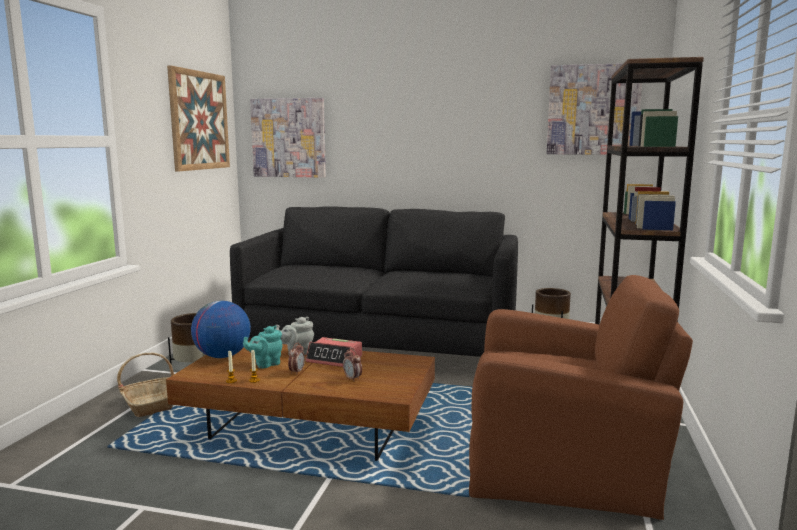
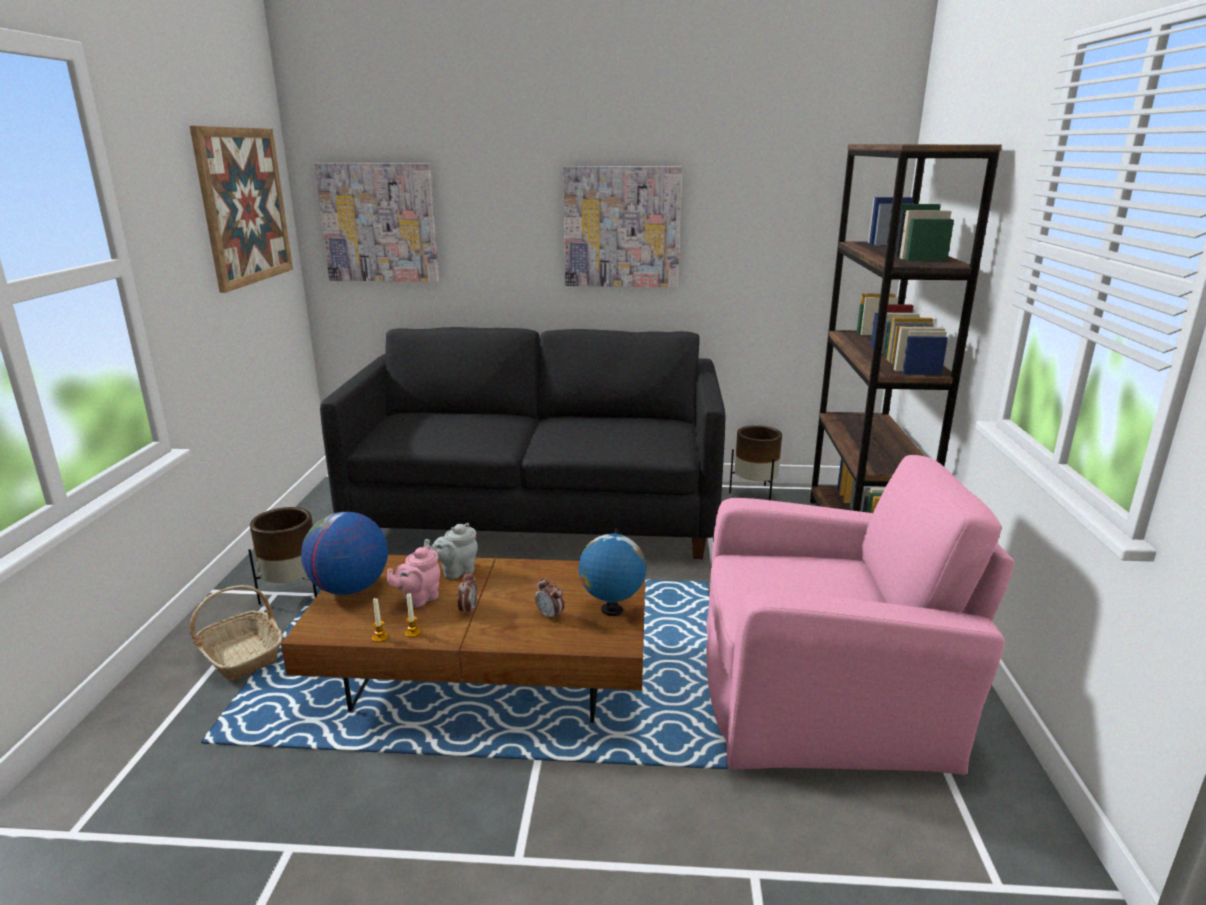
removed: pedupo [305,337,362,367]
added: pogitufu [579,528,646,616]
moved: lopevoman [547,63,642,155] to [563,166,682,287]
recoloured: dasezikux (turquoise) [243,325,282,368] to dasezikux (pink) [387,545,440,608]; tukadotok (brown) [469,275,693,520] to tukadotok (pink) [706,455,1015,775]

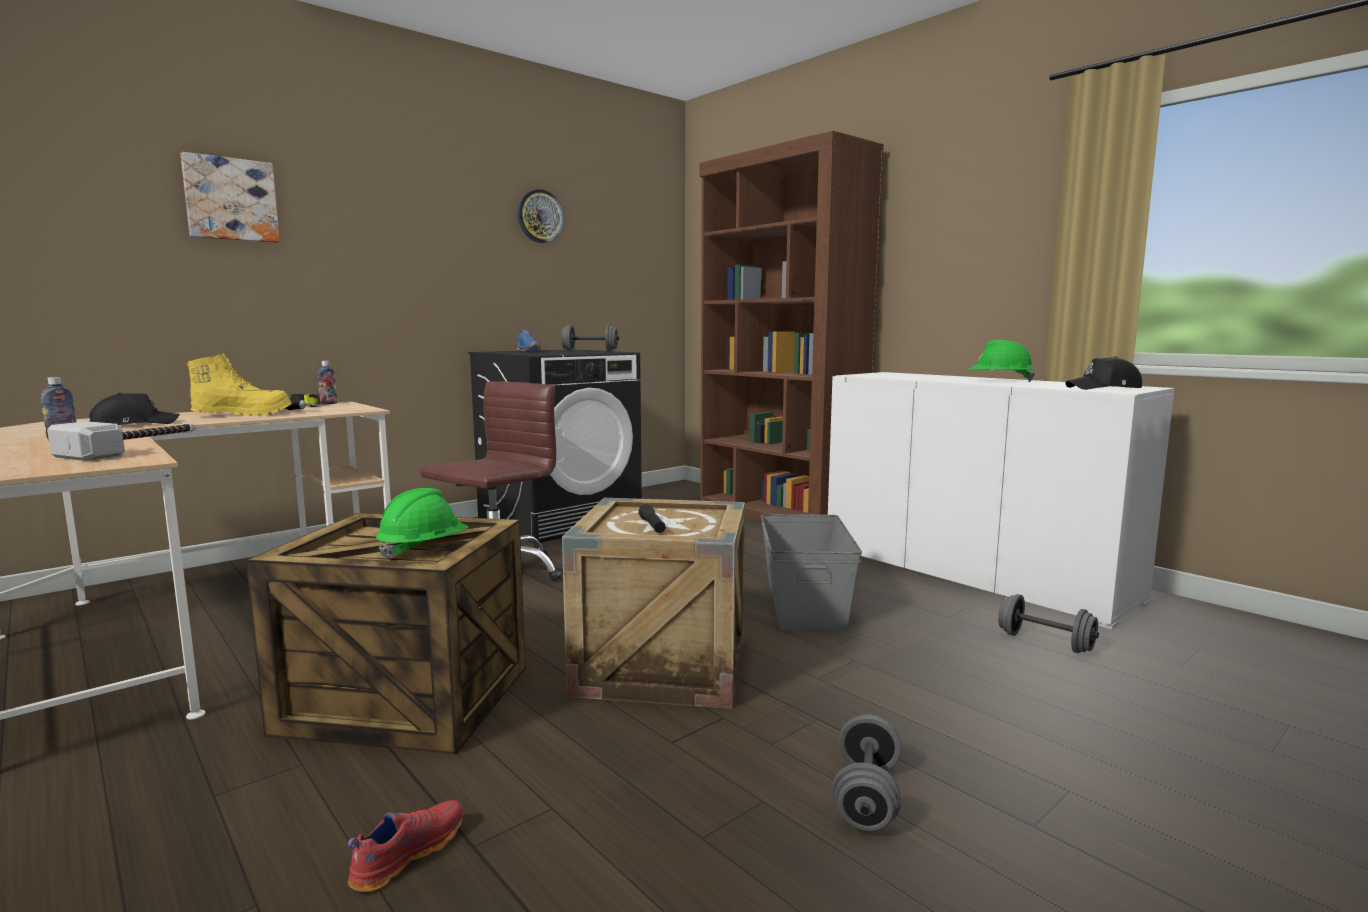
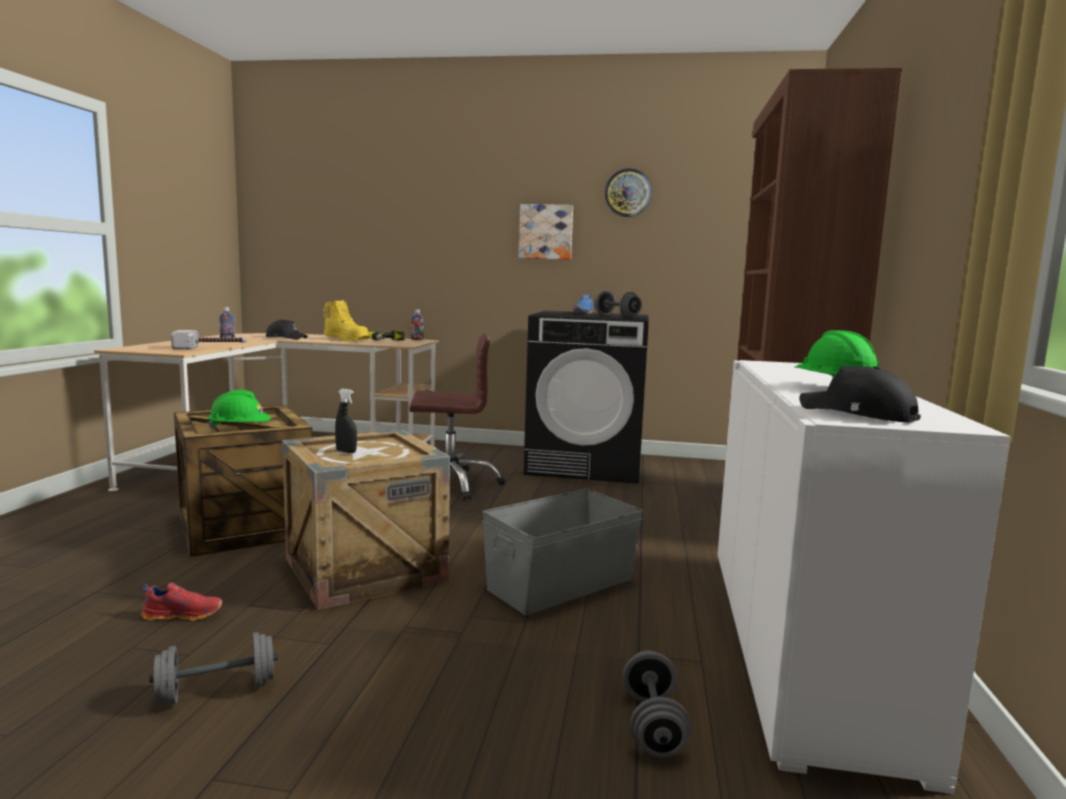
moved: lopevoman [181,152,280,243] to [519,204,573,260]; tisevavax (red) [348,800,463,892] to [141,582,223,621]
replaced: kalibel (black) [638,504,666,533] to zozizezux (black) [335,389,357,453]

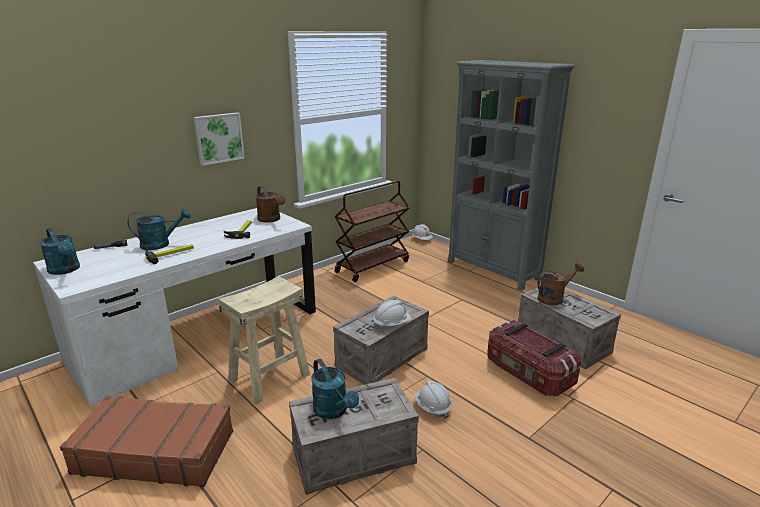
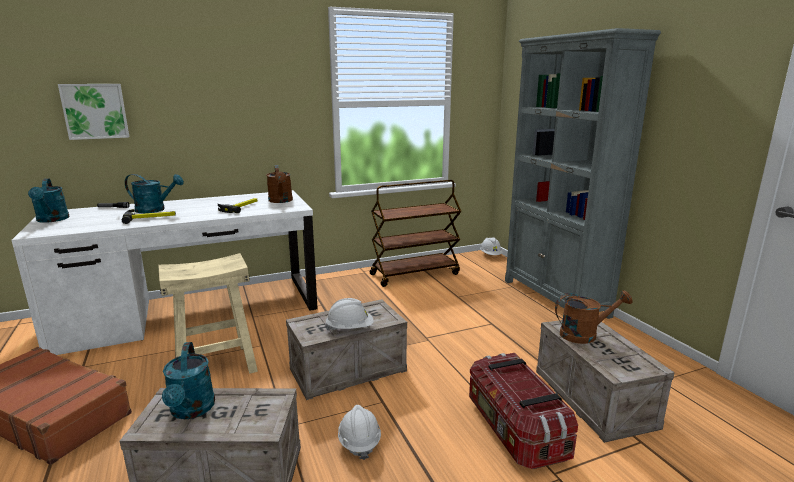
moved: lopevoman [194,113,245,166] to [58,84,129,140]

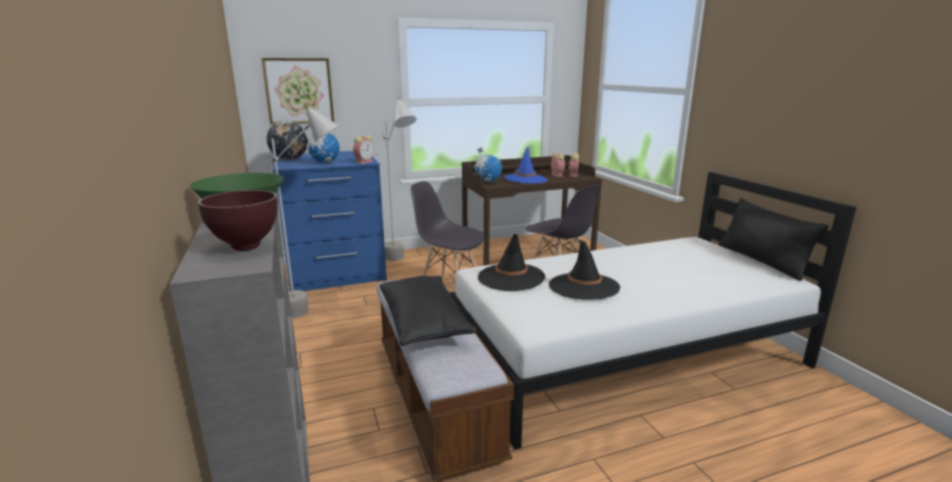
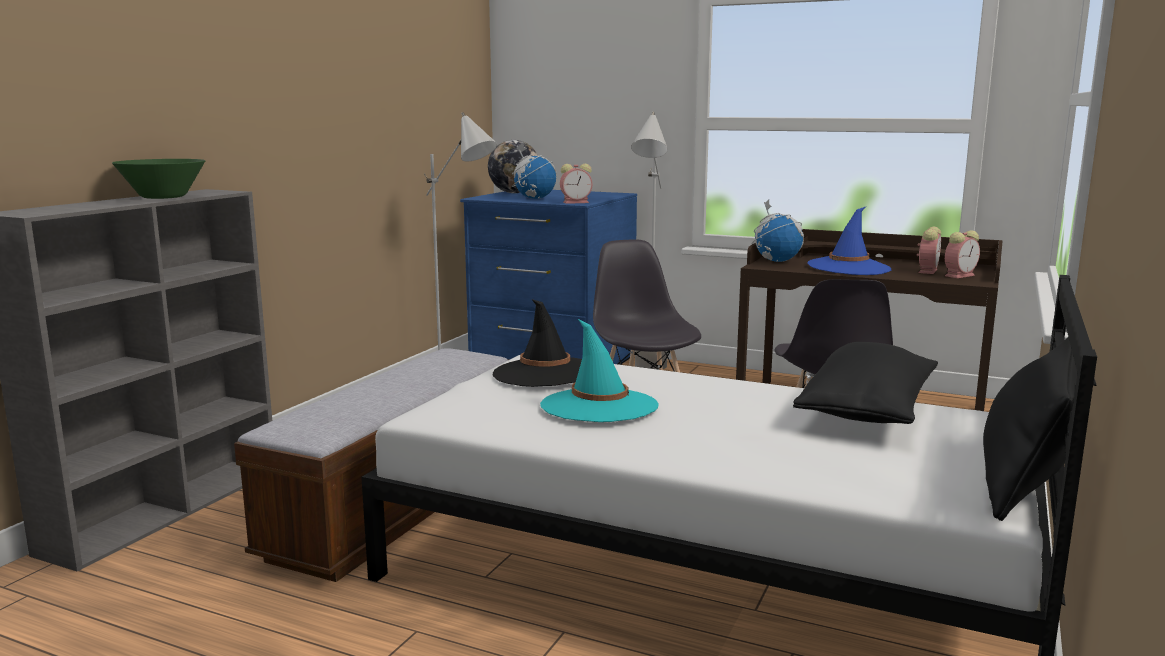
removed: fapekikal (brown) [198,190,278,251]; lopevoman [261,58,334,125]
moved: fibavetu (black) [379,276,477,346] to [793,342,938,424]
recoloured: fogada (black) [549,239,620,300] to fogada (turquoise) [540,319,659,422]

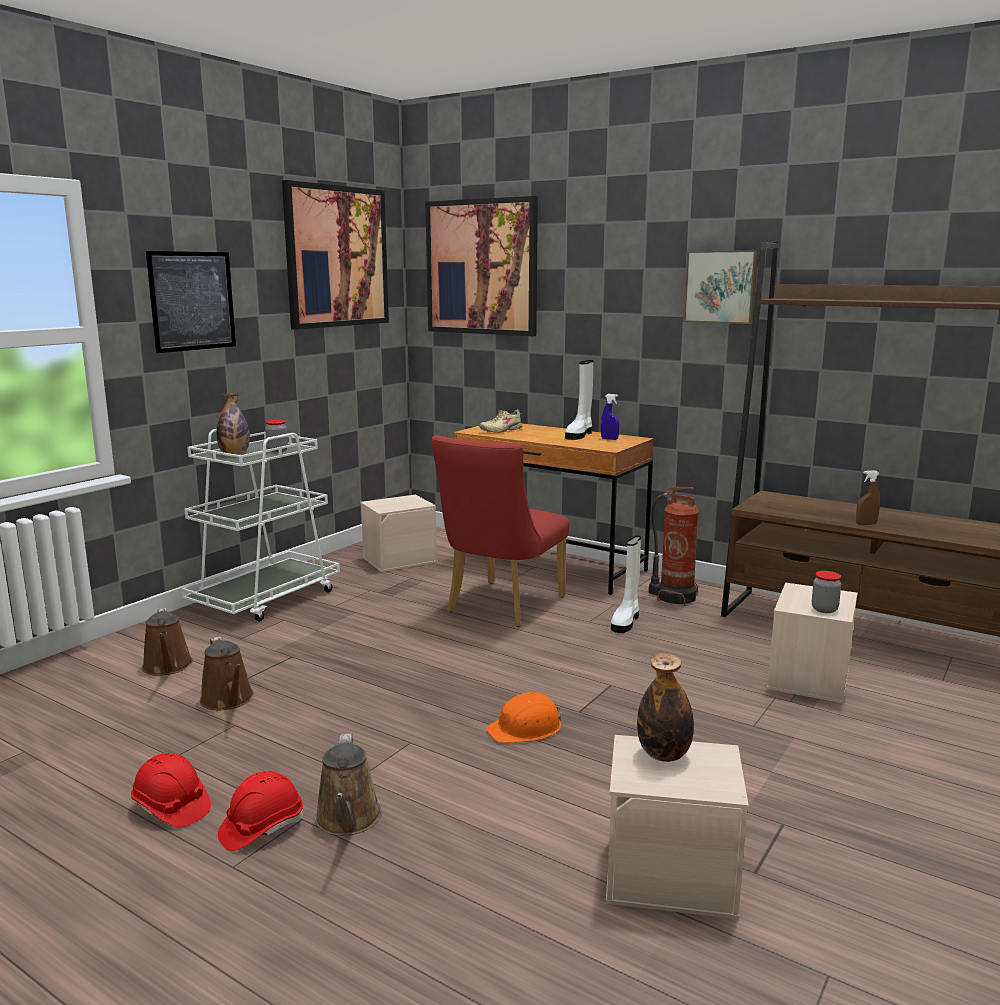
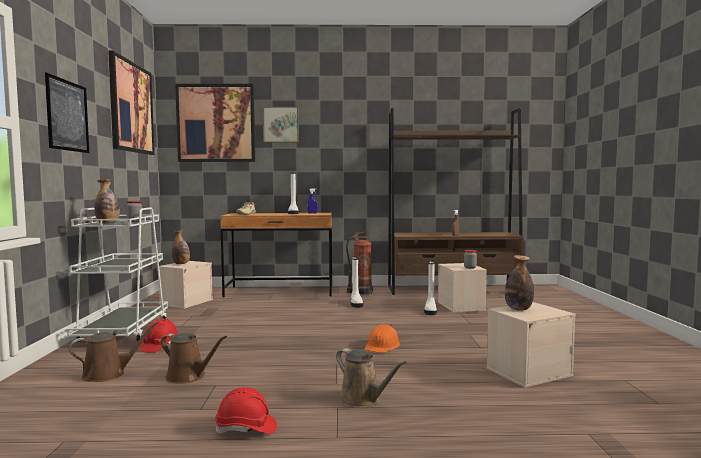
removed: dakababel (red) [431,436,570,627]
added: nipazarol [172,230,190,264]; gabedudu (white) [424,260,437,315]
moved: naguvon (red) [218,771,303,851] to [140,319,178,353]; lopevoman [683,250,759,324] to [263,107,299,143]
turned: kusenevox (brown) [142,608,193,676] = [69,321,159,382] 60 degrees counterclockwise

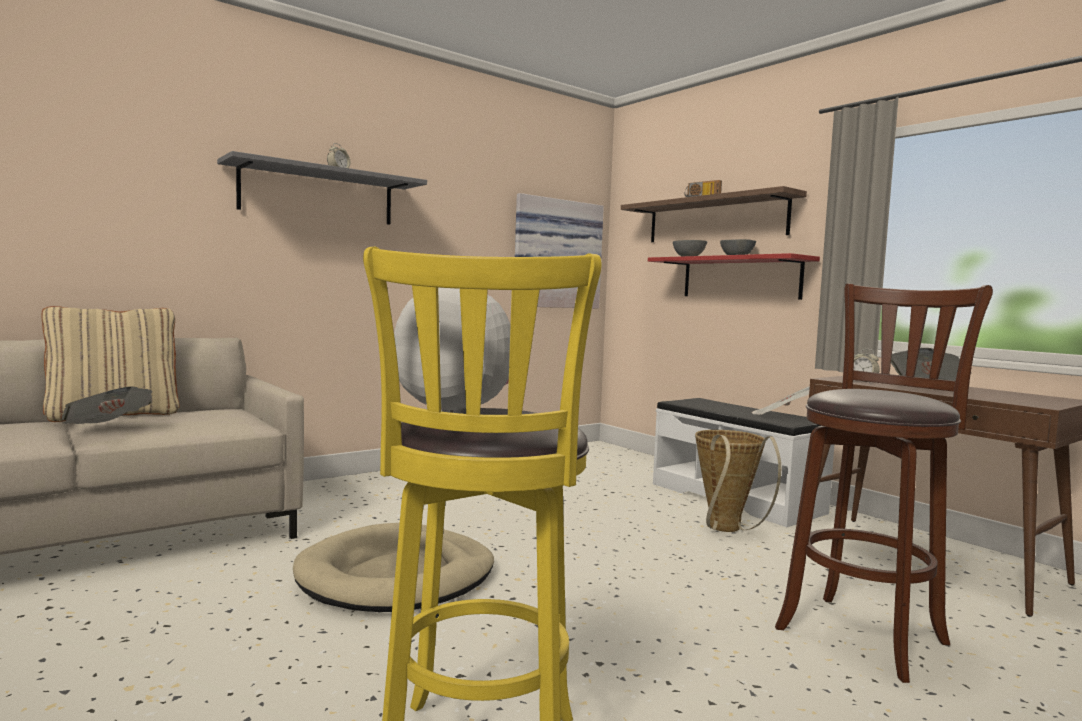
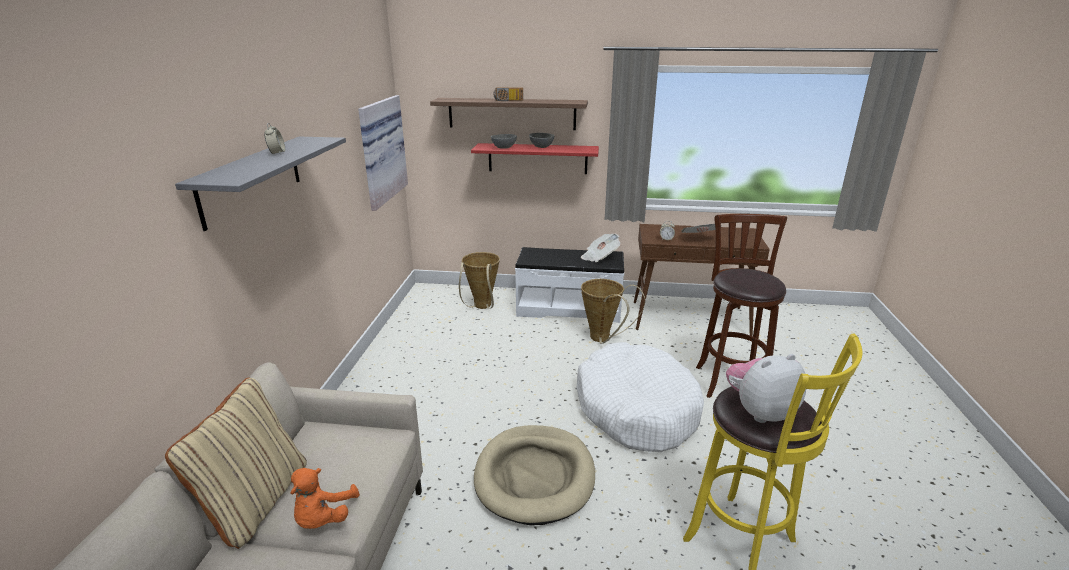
added: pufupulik [459,252,500,309]; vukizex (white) [577,342,704,452]
replaced: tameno [62,386,152,424] to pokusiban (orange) [290,468,360,529]

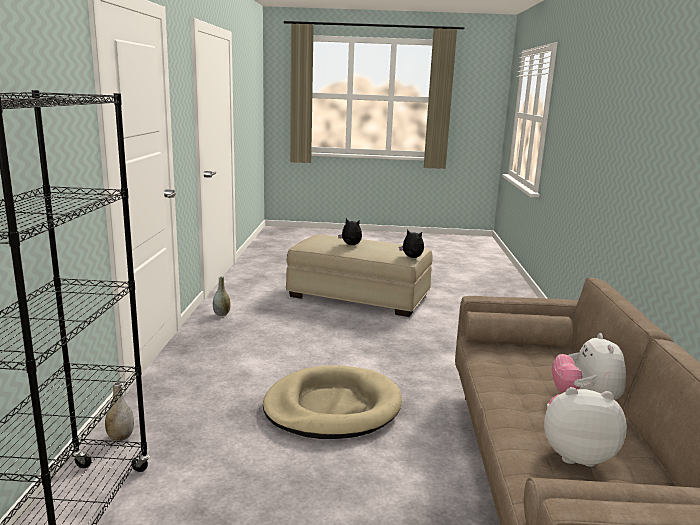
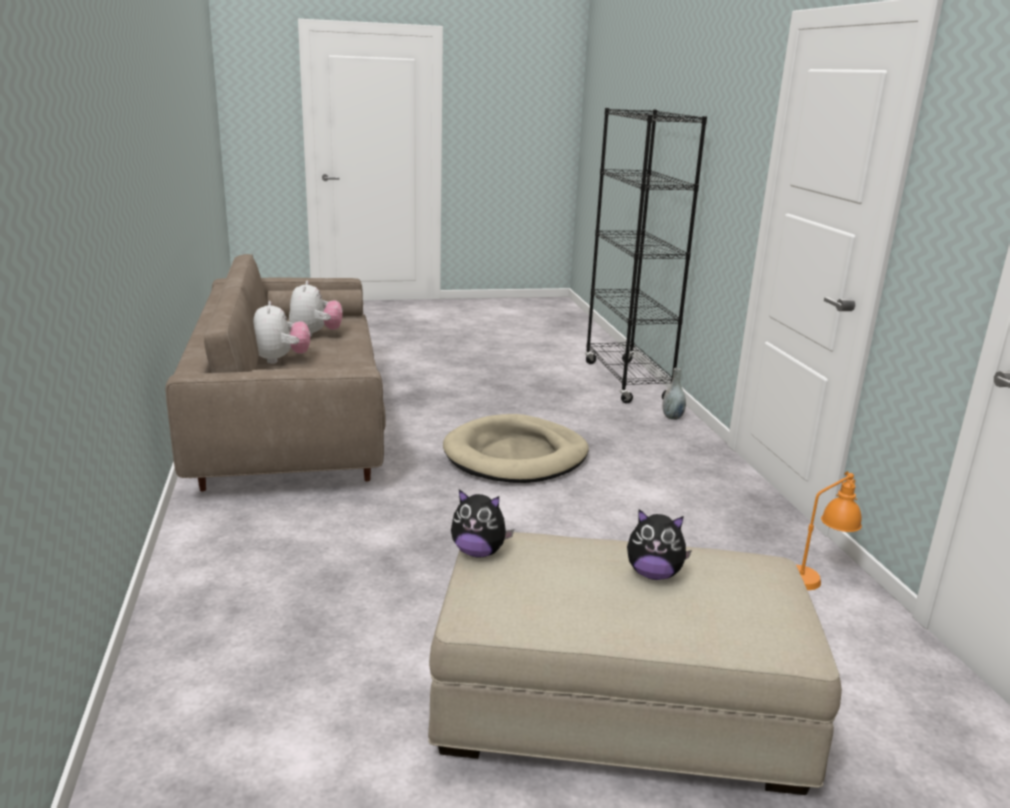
replaced: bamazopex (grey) [213,276,231,316] to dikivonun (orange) [796,471,862,590]
turned: pokusiban [544,387,627,467] = [289,280,342,337] 90 degrees counterclockwise

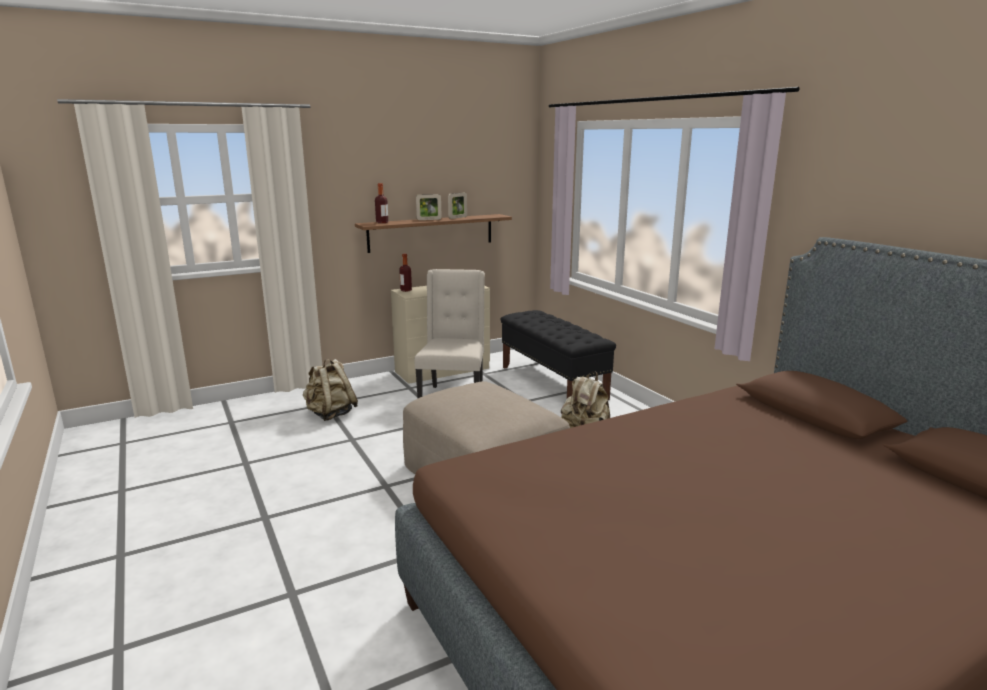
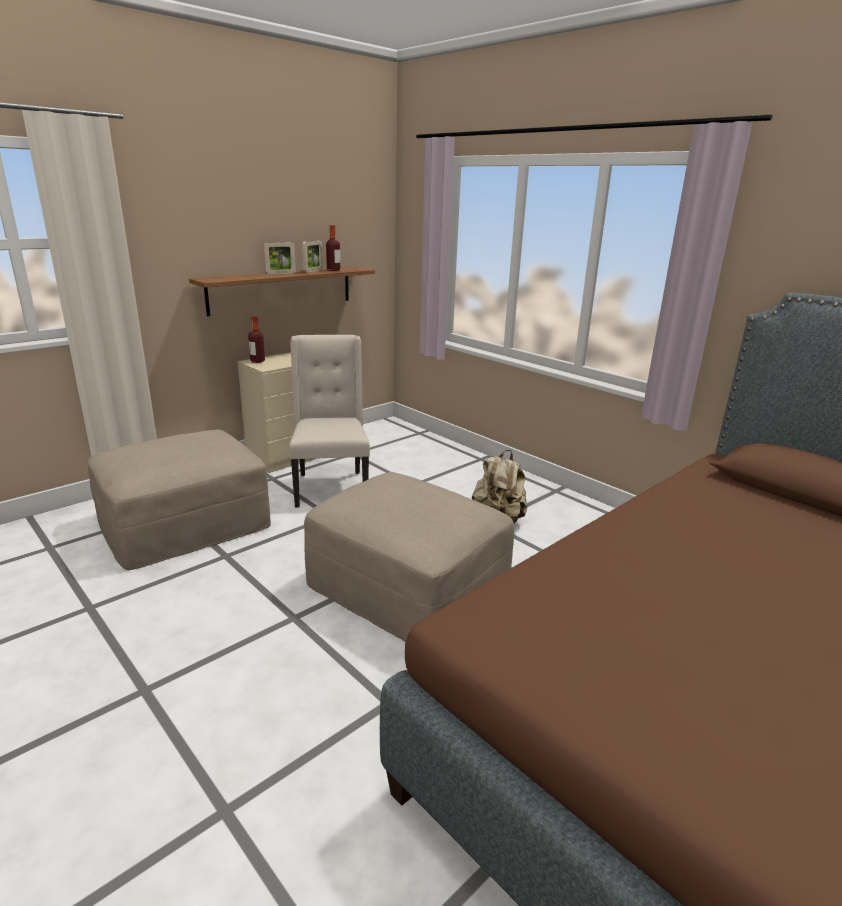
removed: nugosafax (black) [501,310,616,400]
moved: nipazarol [375,183,388,223] to [326,225,340,271]
replaced: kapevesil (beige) [303,359,358,421] to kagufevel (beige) [88,430,271,570]

